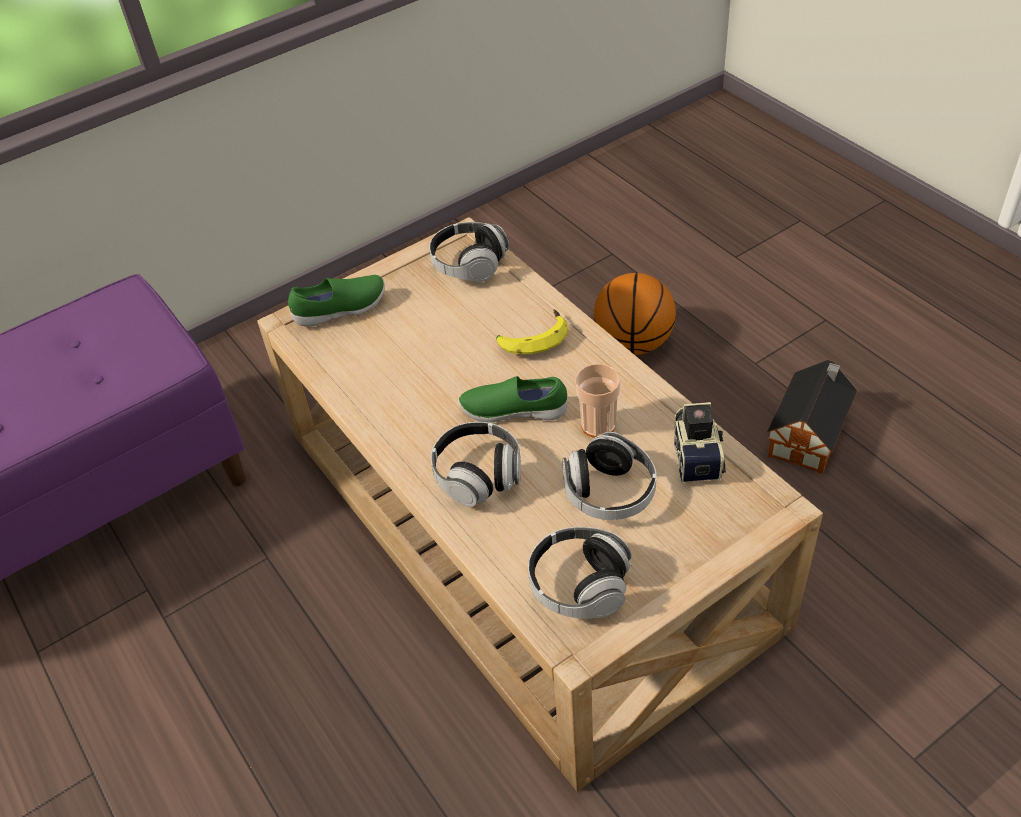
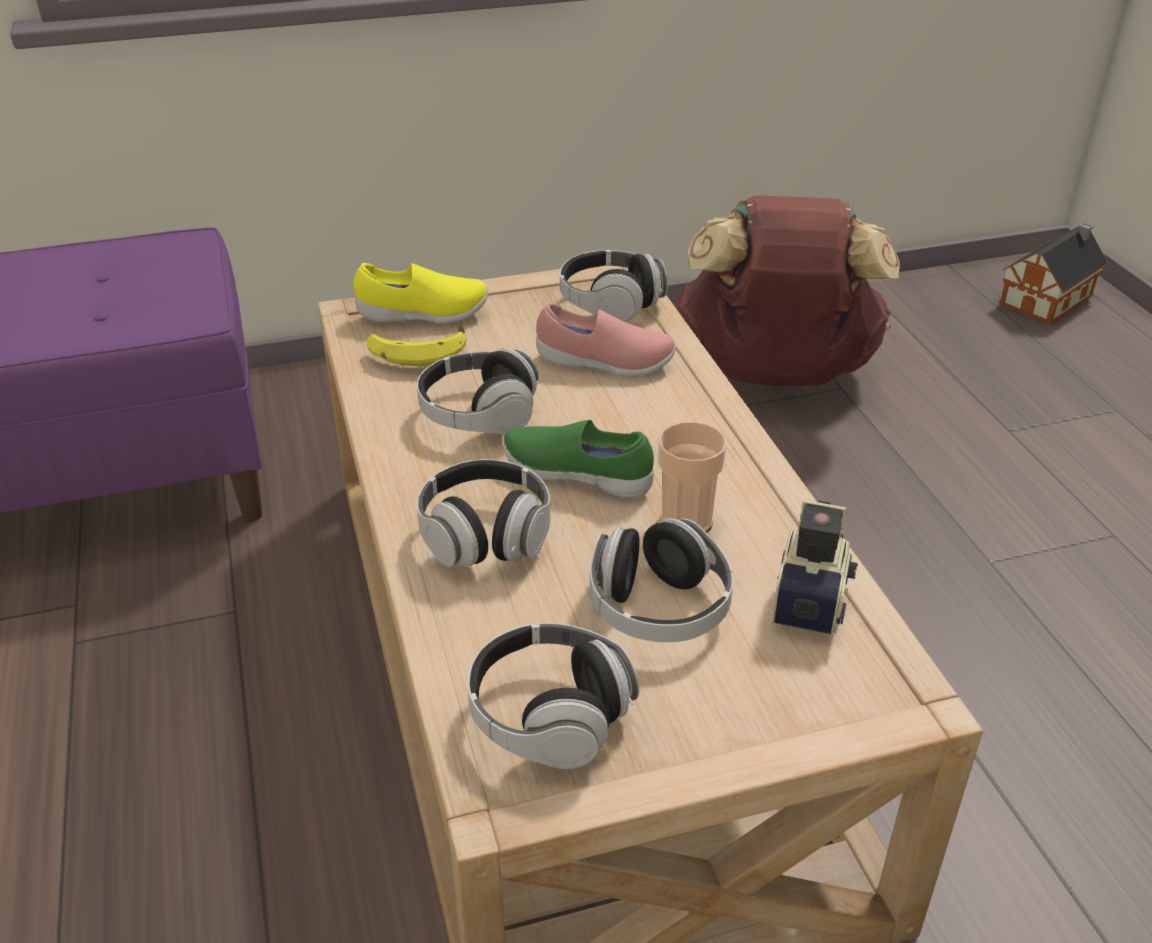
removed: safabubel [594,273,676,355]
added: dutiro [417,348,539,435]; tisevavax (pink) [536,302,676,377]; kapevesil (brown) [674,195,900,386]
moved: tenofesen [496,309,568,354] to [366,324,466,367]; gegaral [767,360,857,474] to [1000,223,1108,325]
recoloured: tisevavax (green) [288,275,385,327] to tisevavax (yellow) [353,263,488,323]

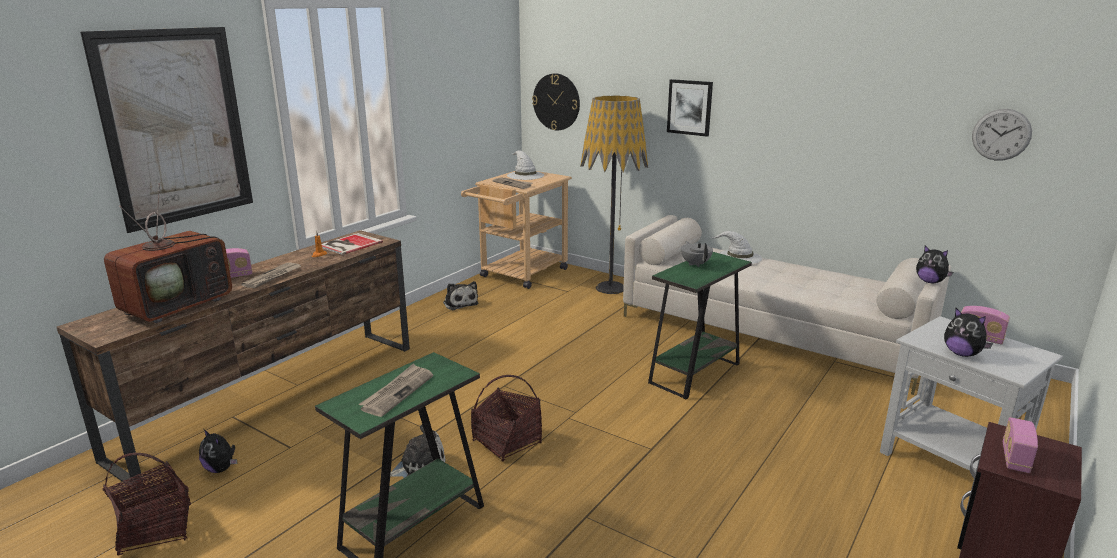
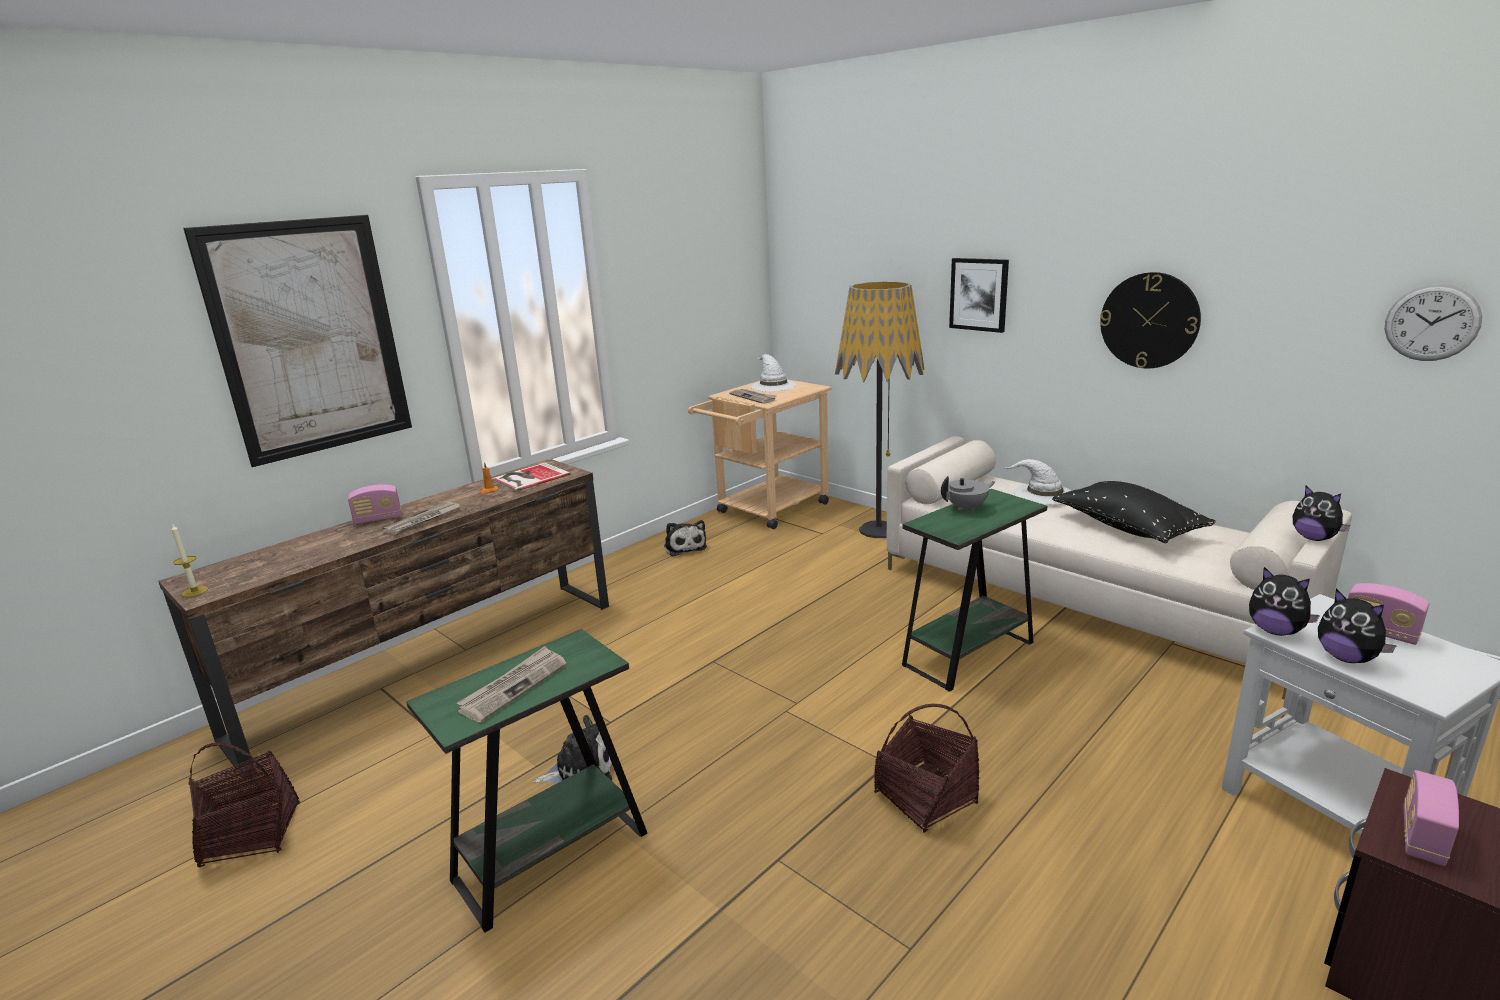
removed: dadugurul [104,183,232,323]
added: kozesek [171,523,208,597]; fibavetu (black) [1052,481,1216,543]
moved: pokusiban [199,429,238,473] to [1249,567,1320,636]; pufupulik [471,375,542,461] to [874,704,980,833]; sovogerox [532,73,580,131] to [1100,272,1201,368]
turned: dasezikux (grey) [681,241,713,267] = [941,476,996,512] 75 degrees clockwise

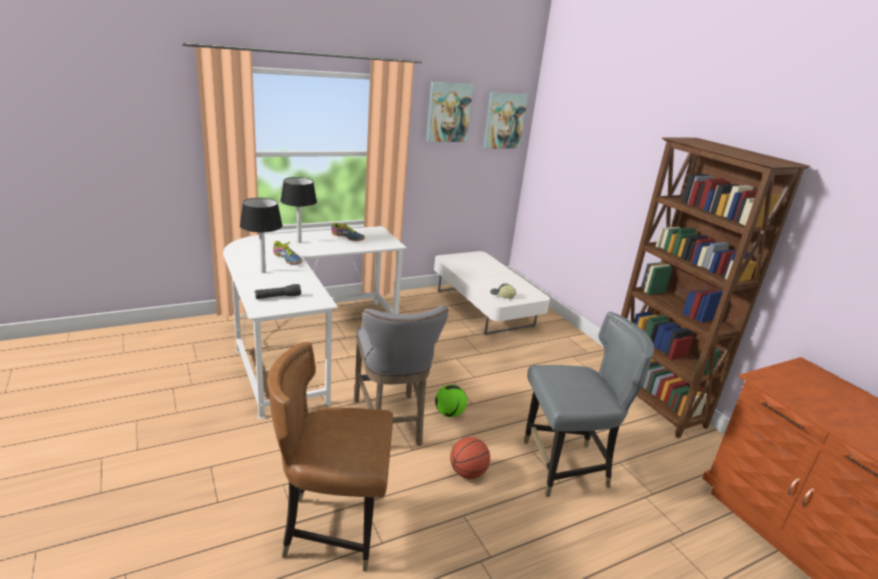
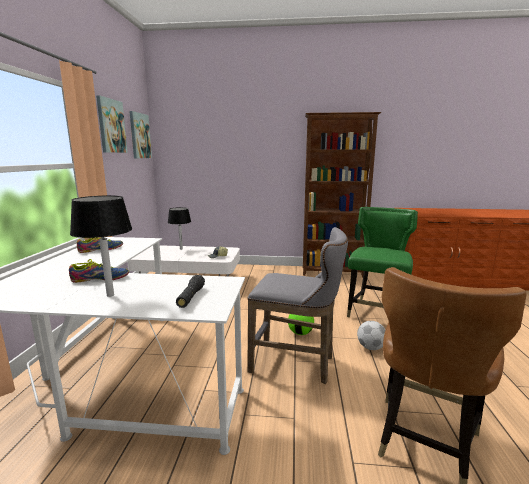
moved: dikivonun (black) [280,177,317,243] to [168,207,191,250]
replaced: safabubel [450,437,490,479] to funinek [357,321,385,350]
recoloured: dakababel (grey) [524,312,654,497] to dakababel (green) [347,207,418,317]

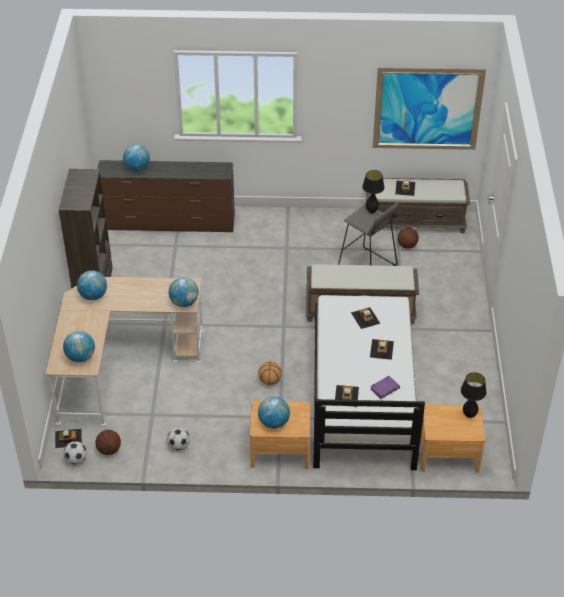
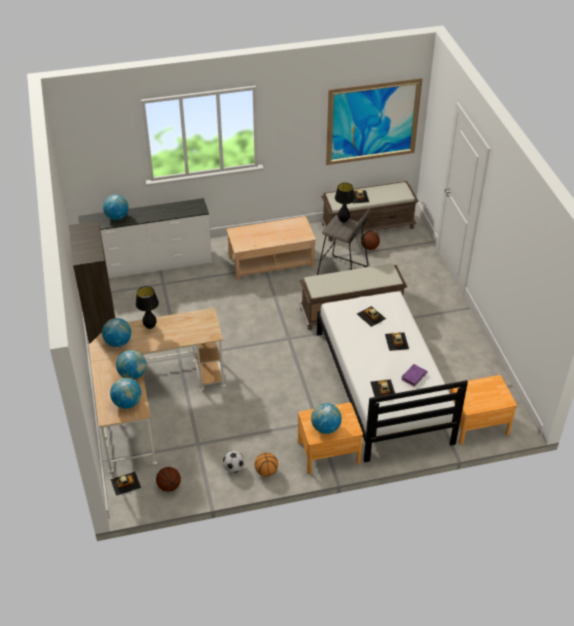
removed: funinek [64,441,87,465]
added: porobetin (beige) [226,216,316,281]
moved: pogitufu [169,277,199,307] to [116,350,146,380]; safabubel [258,362,282,385] to [254,452,278,477]; dikivonun (black) [461,372,486,418] to [136,286,159,329]
recoloured: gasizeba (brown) [97,160,235,232] to gasizeba (white) [78,198,212,278]

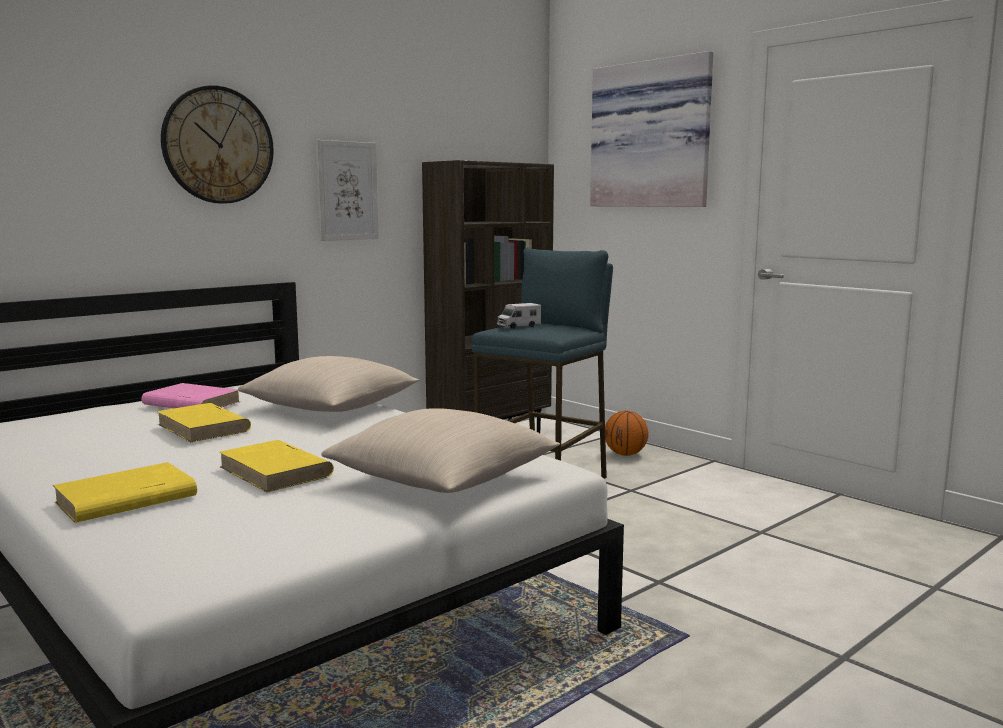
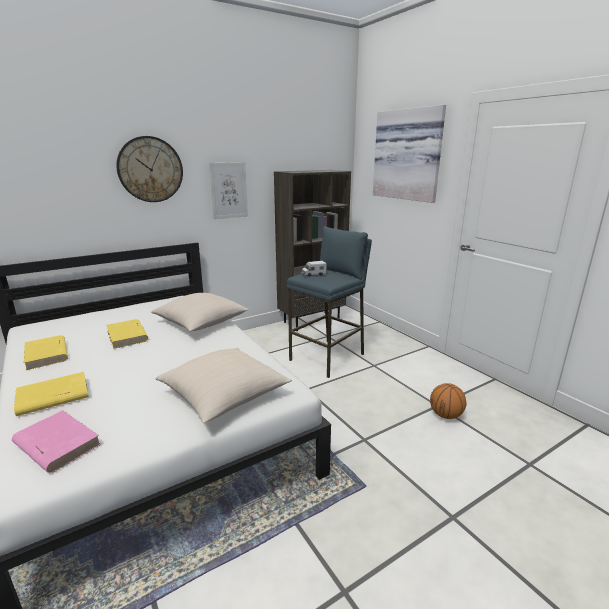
moved: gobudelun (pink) [141,383,241,408] to [12,410,101,473]; gobudelun (yellow) [219,440,334,492] to [24,335,68,370]; safabubel [605,411,648,456] to [430,383,467,419]

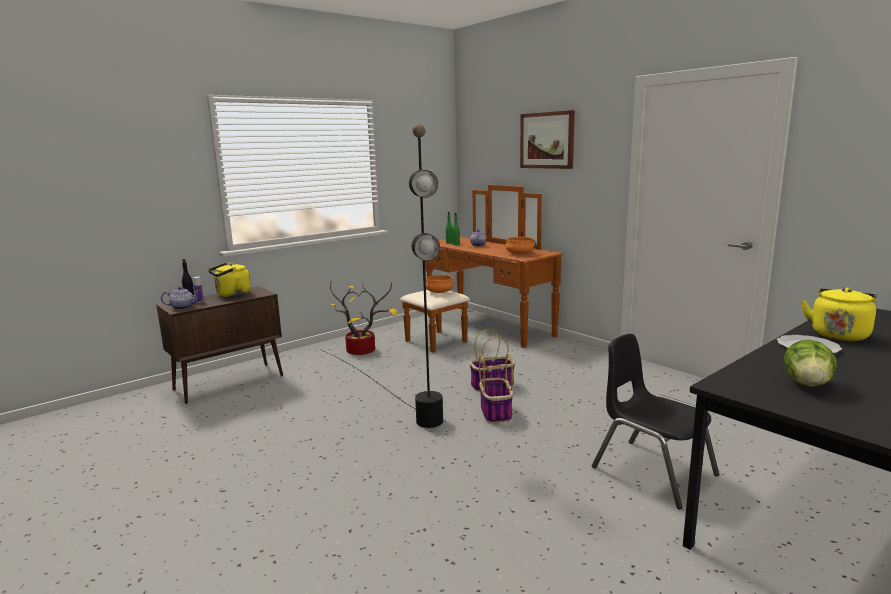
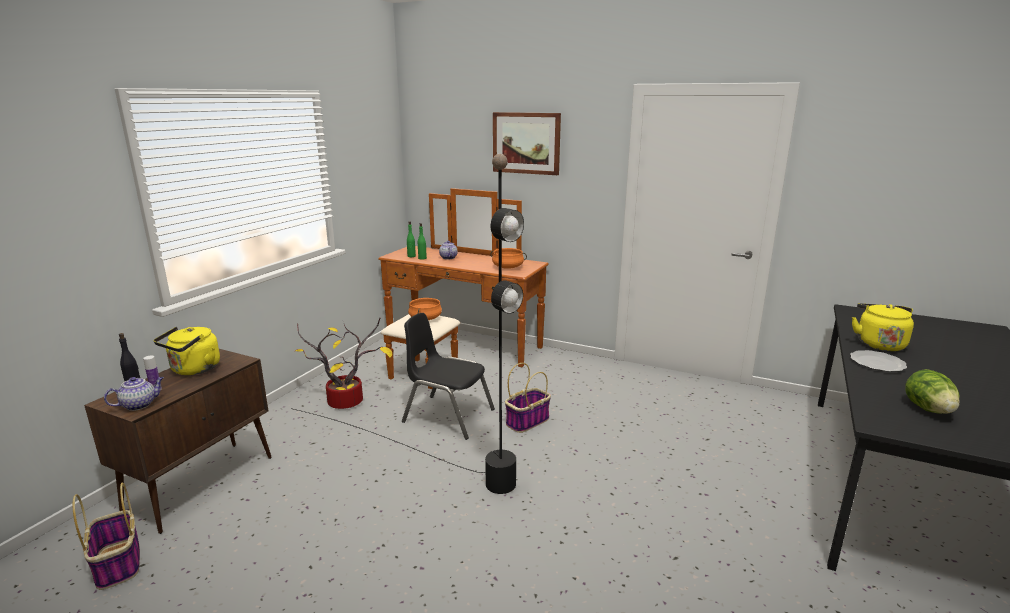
moved: pufupulik [479,353,513,424] to [73,483,140,590]; dakababel (black) [592,334,719,509] to [402,313,495,440]

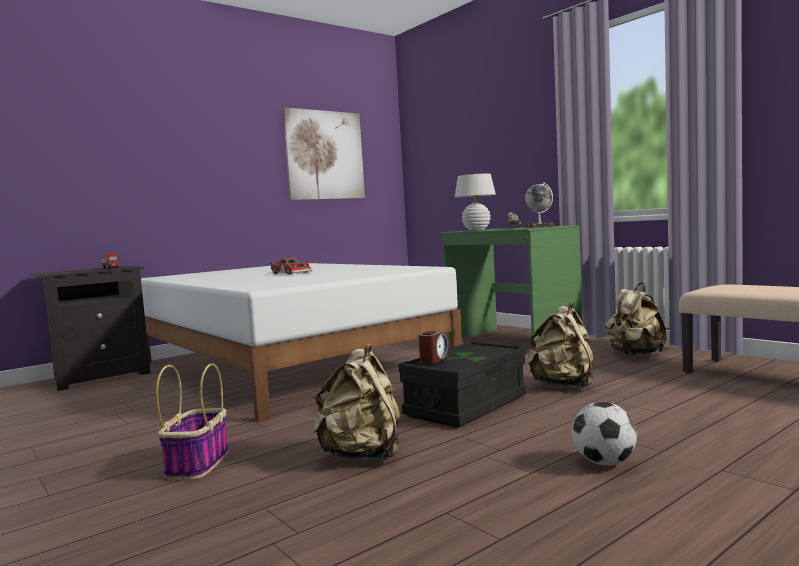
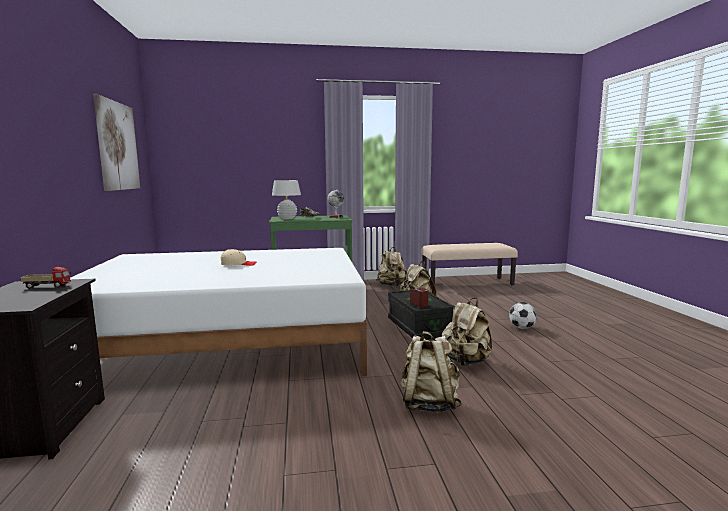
replaced: pufupulik [156,363,229,480] to kapevesil (beige) [400,331,461,413]; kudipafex [269,258,312,275] to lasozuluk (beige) [221,249,256,266]

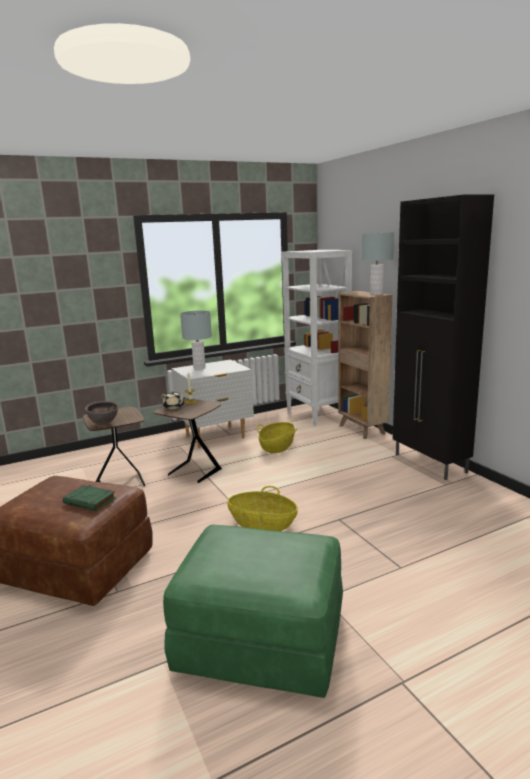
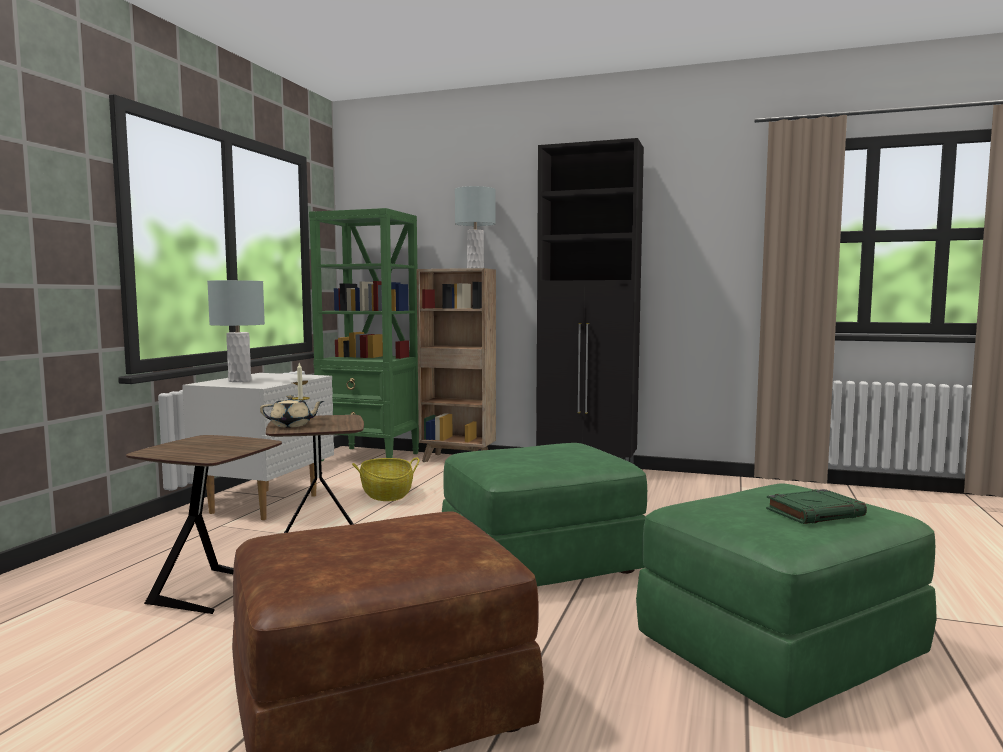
removed: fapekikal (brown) [85,401,119,425]
moved: gobudelun (green) [63,485,116,511] to [766,489,867,524]
replaced: pufupulik [227,486,298,531] to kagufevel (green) [442,443,647,586]
recoloured: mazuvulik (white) [281,250,352,426] to mazuvulik (green) [309,208,419,461]

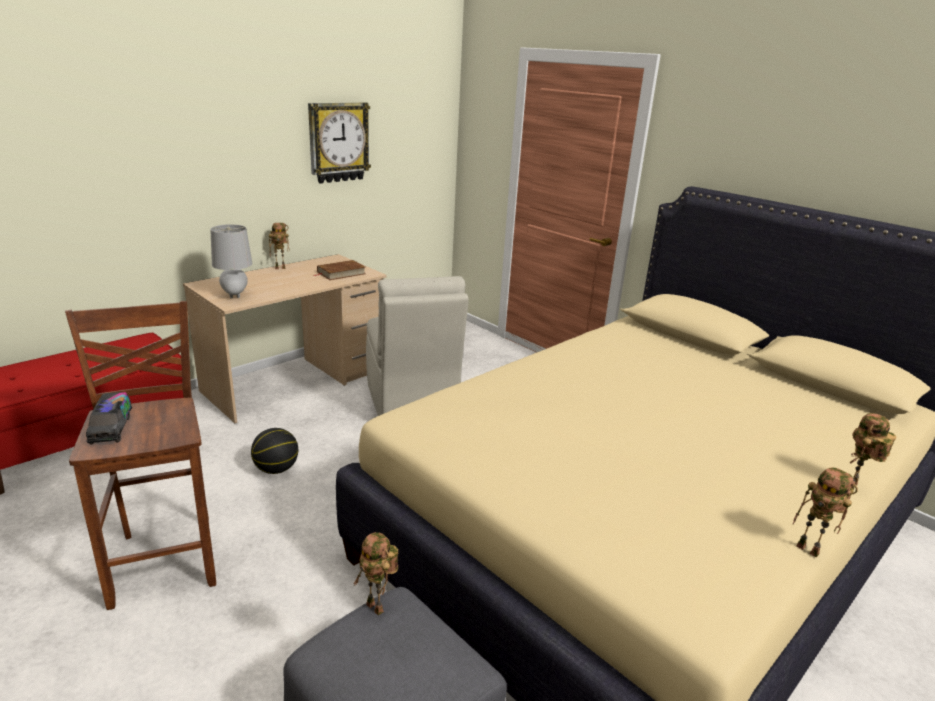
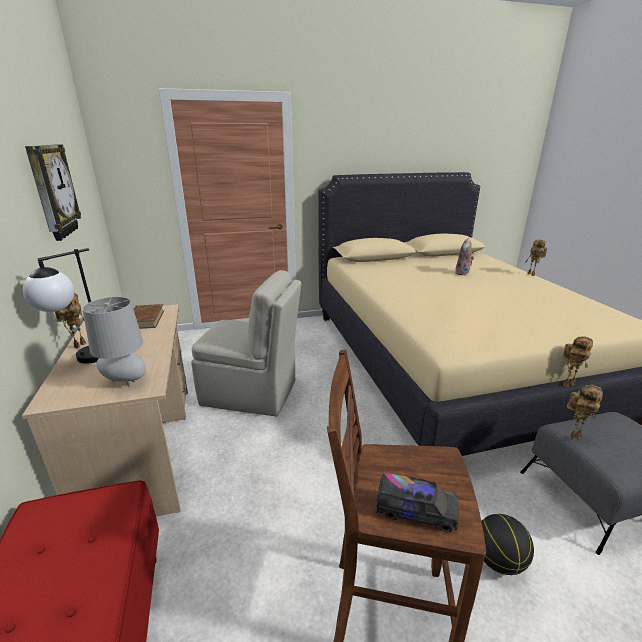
added: dikivonun [23,248,99,364]; pokusiban [455,238,474,275]
moved: safabubel [251,428,298,474] to [481,514,534,575]; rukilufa [793,467,858,557] to [563,336,593,387]

